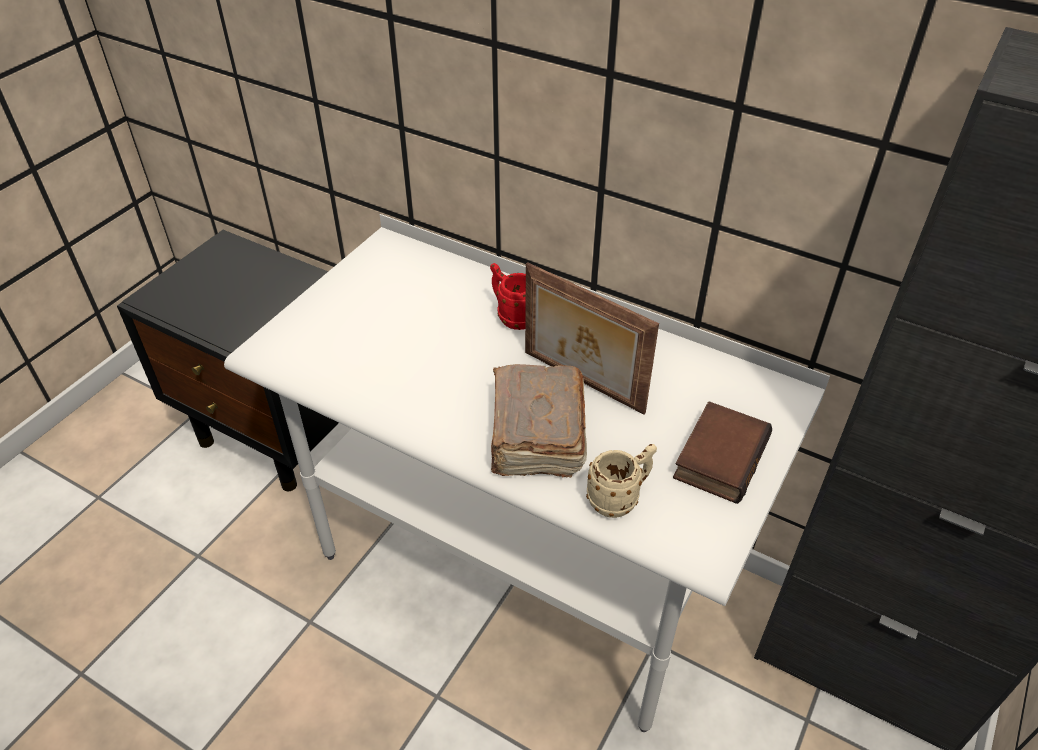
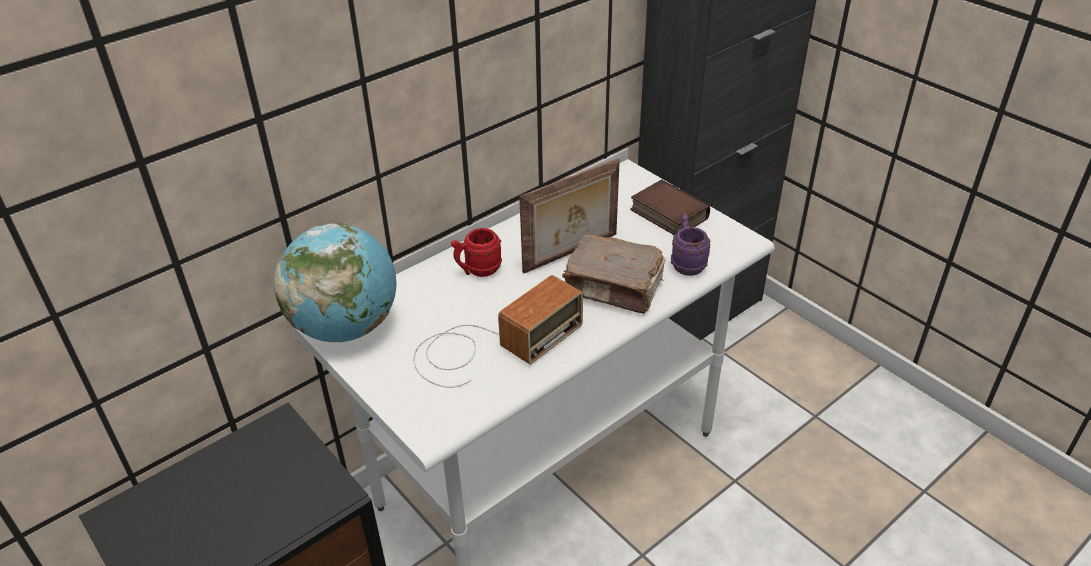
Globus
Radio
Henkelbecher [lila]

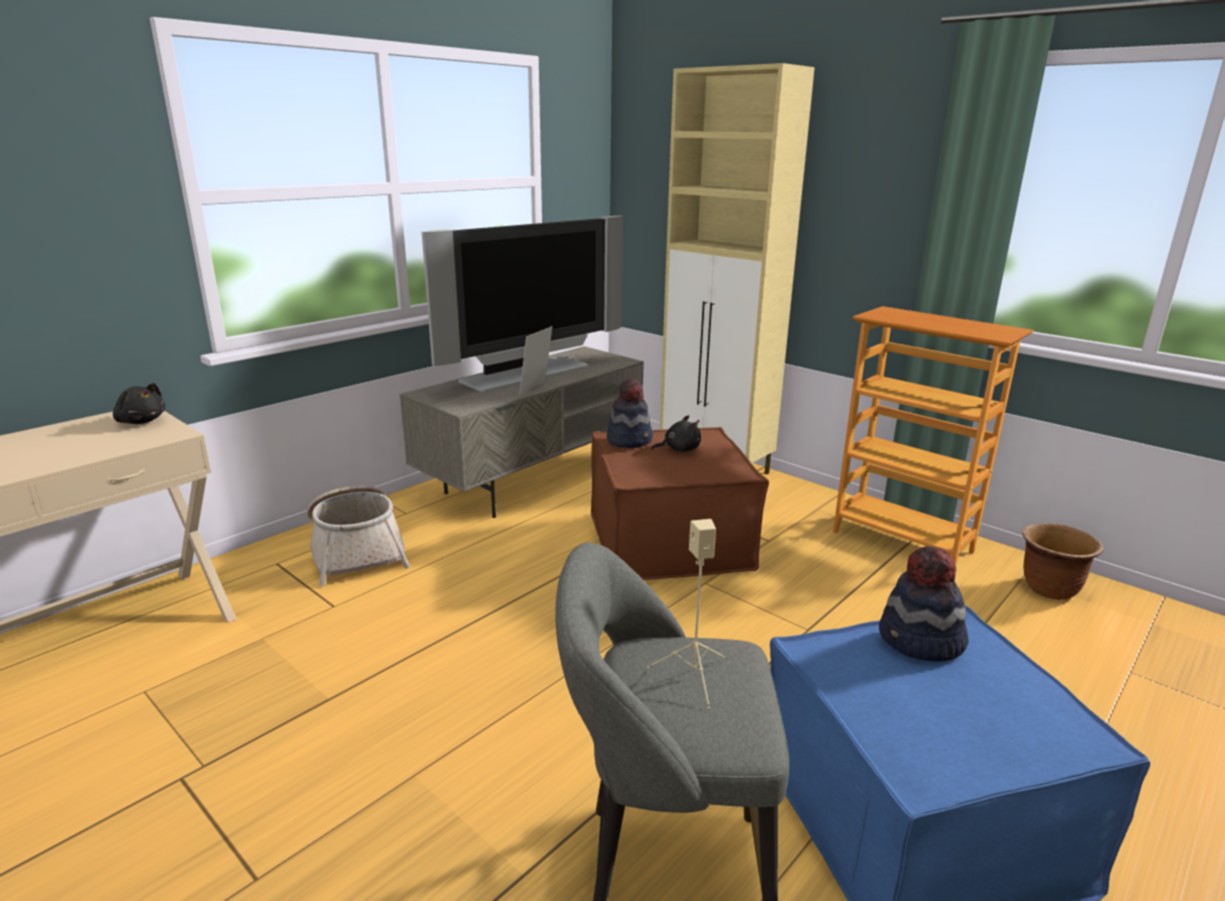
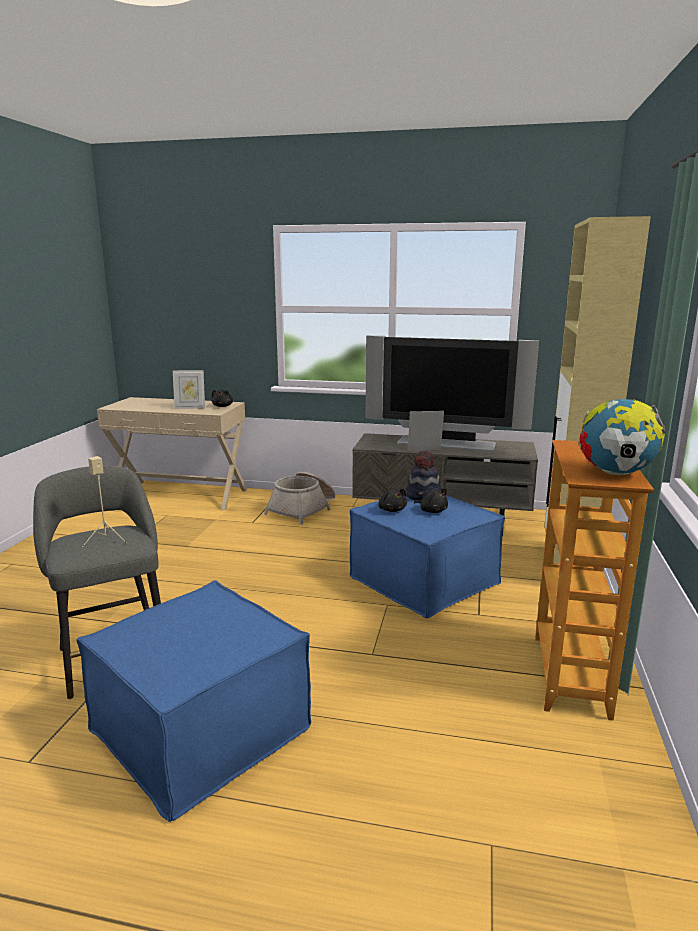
Bilderrahmen (1st from left)
Polsterhocker [blau] (2nd from left)
Plüschtier [schwarz] (2nd from left)
Globus
Hut (2nd from left in the first image)
Pflanzkübel [braun]

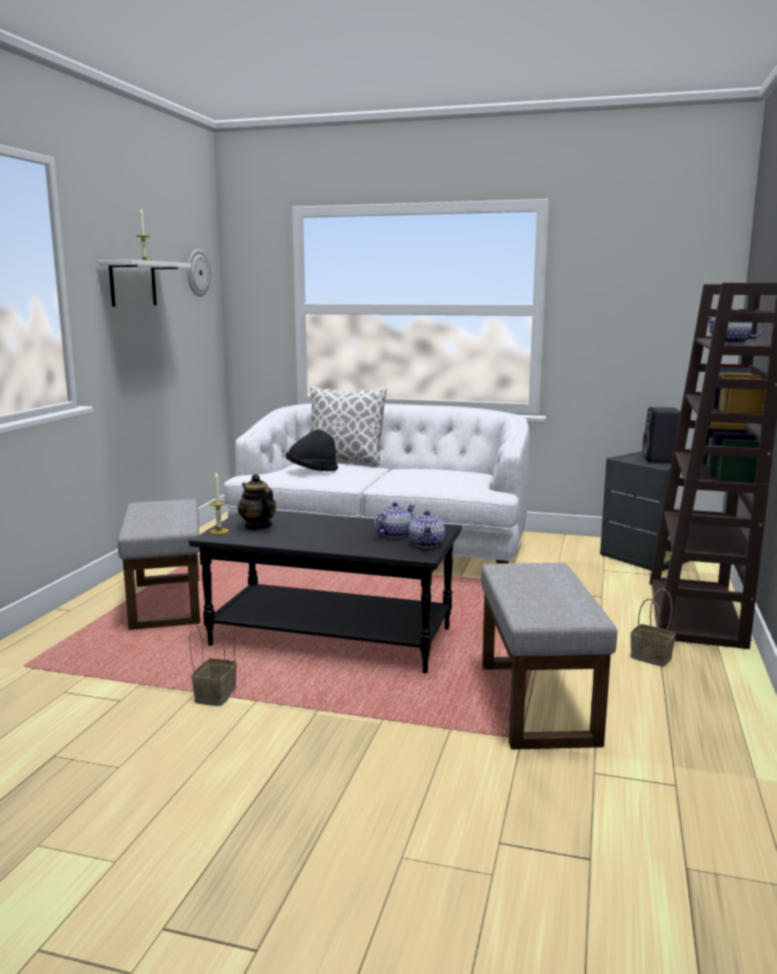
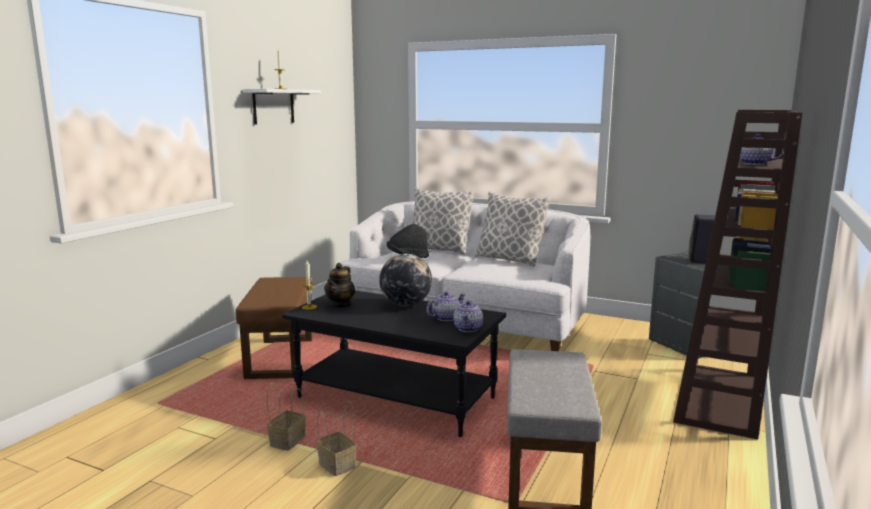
Polsterhocker [braun]
Korb (2nd from left)
Teekanne (1st from left)
Globus
Kissen (2nd from left)
Wanduhr

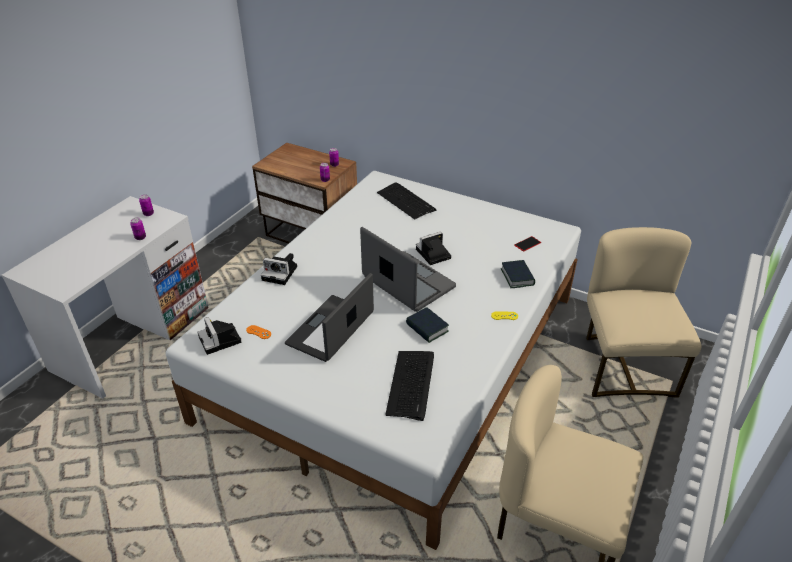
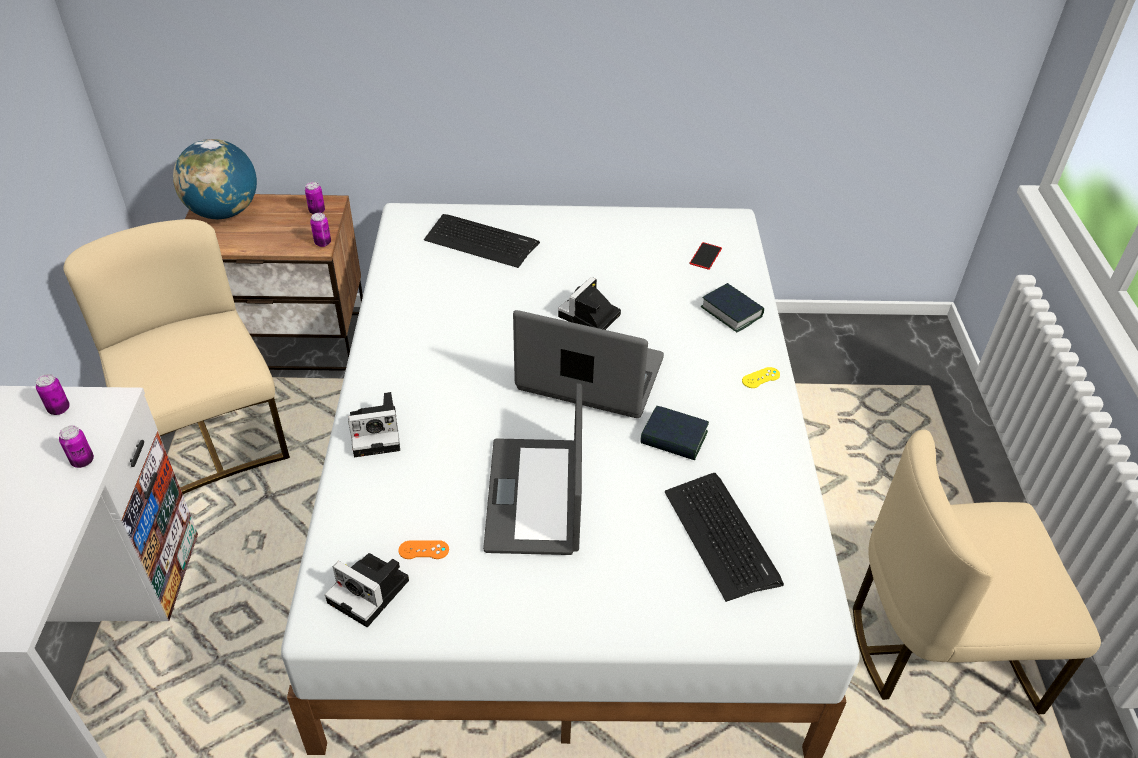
Stuhl [beige] (1st from left)
Globus

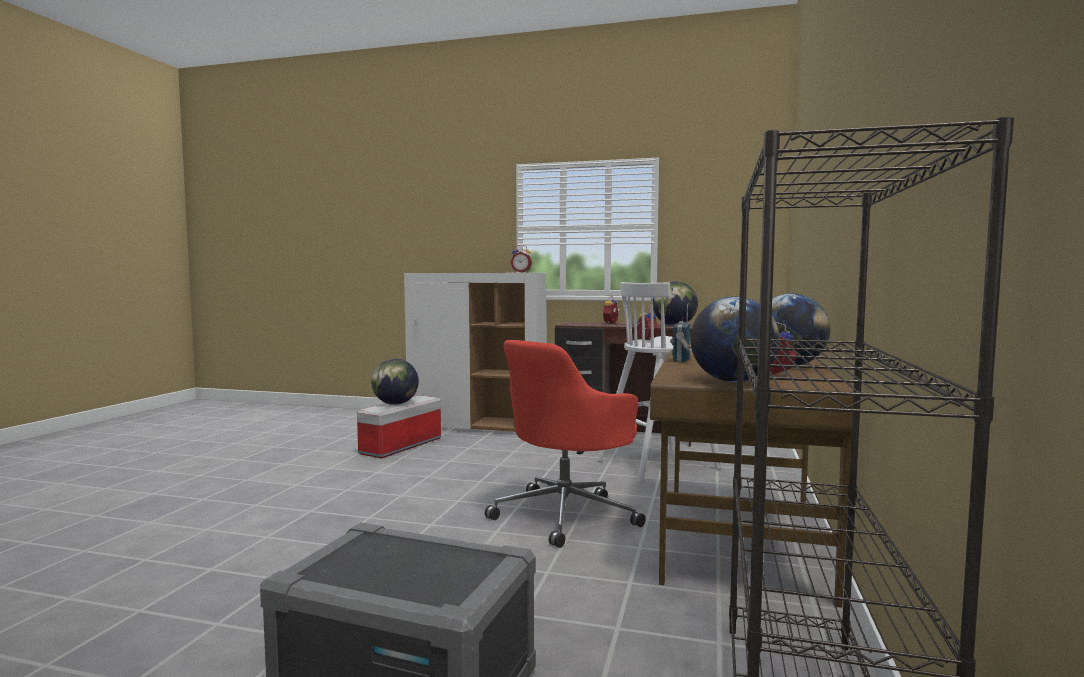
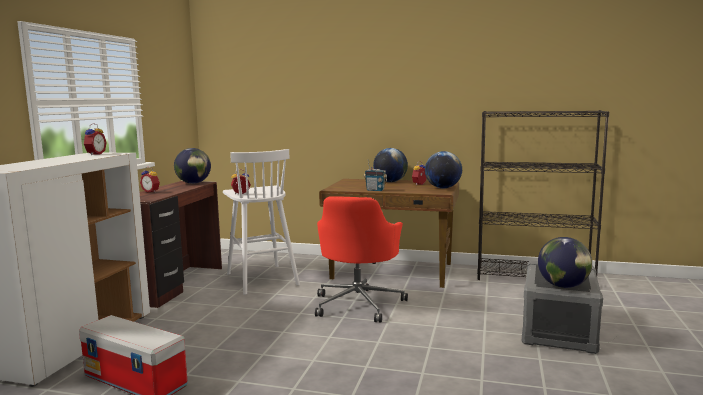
Bürostuhl [rot]
Globus (4th from left)

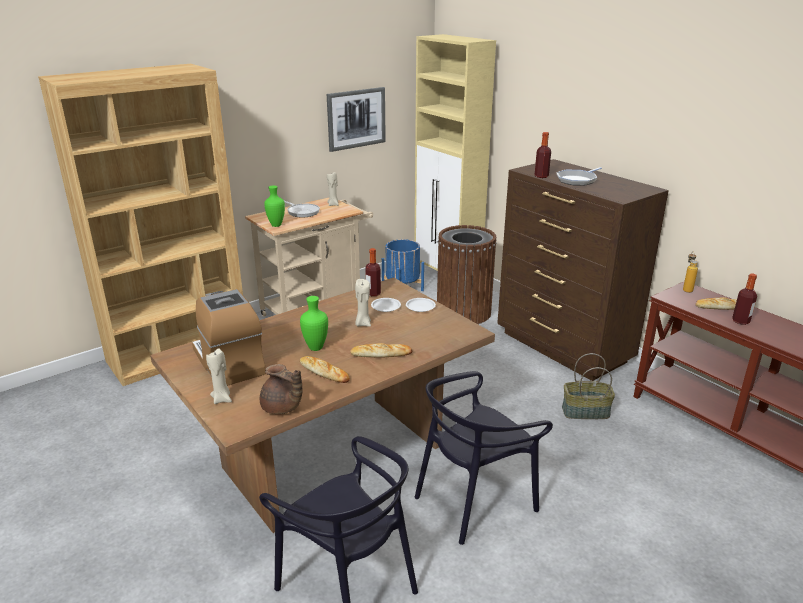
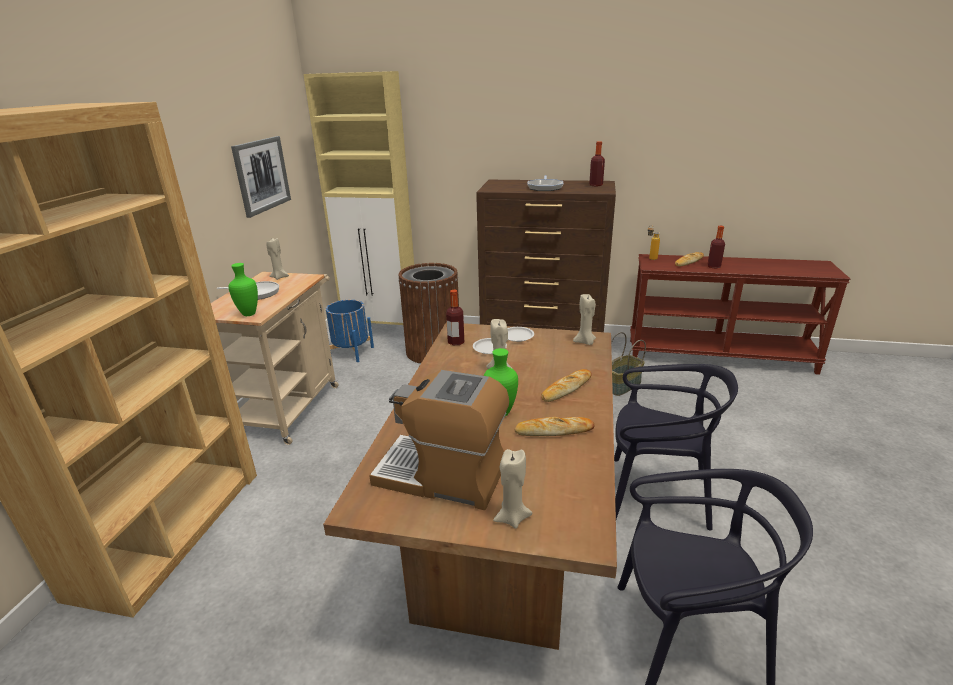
Kerze [beige] (4th from left)
Flasche (2nd from left)
Stuhl [schwarz] (1st from left)
Teekanne [braun]

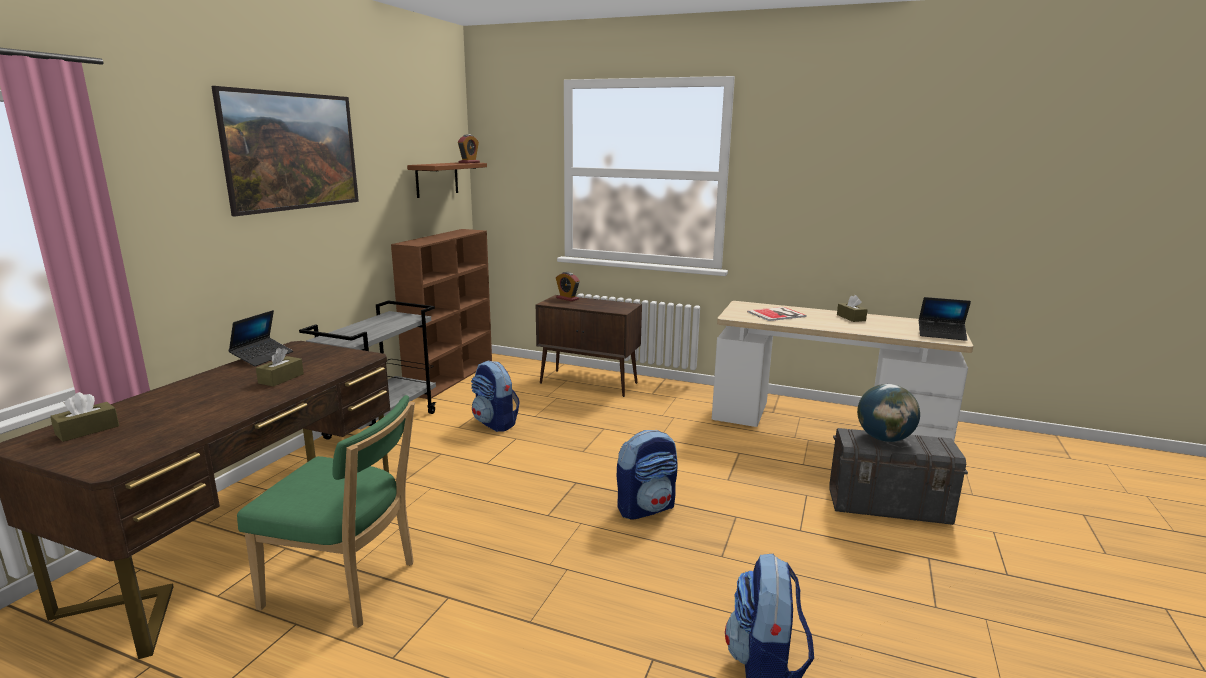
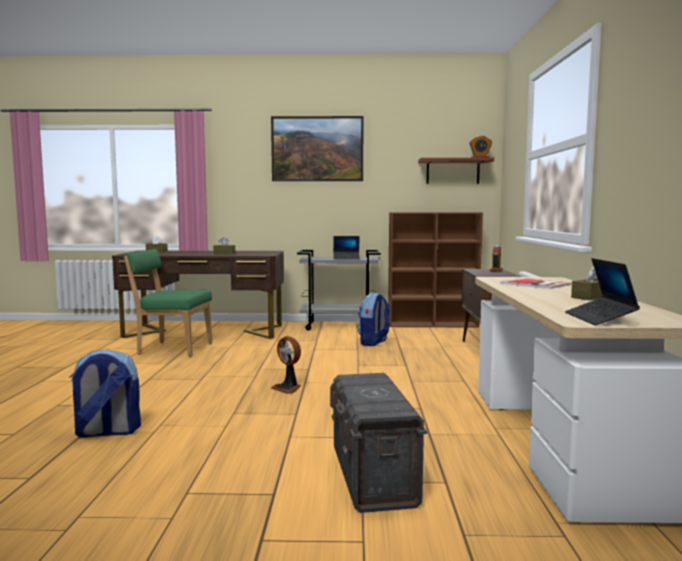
Stuhl [grün]
Ventilator
Laptop (1st from left)
Globus

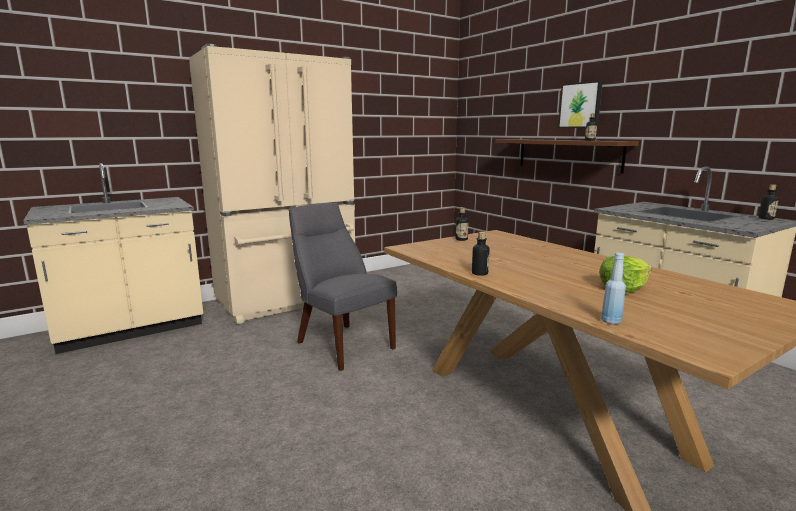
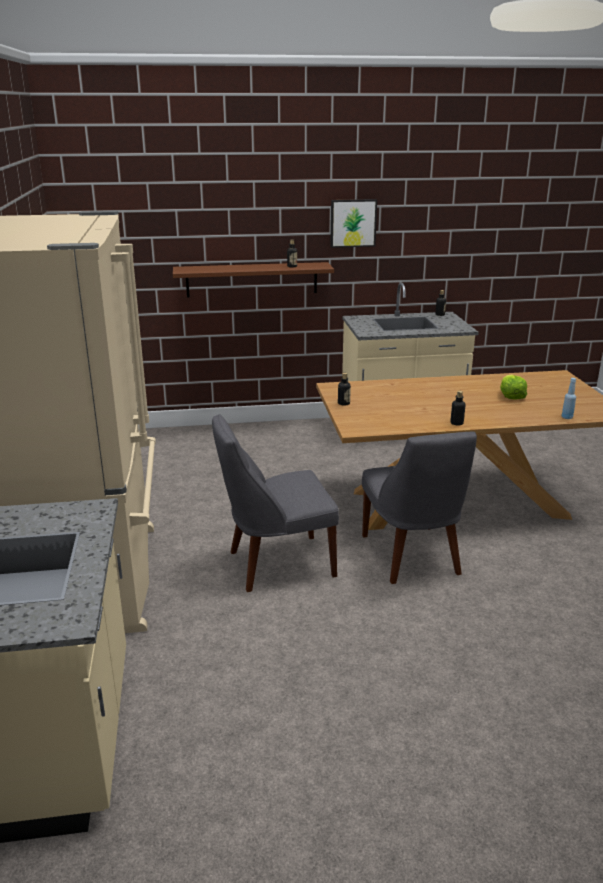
Bild
Stuhl [grau] (2nd from left)

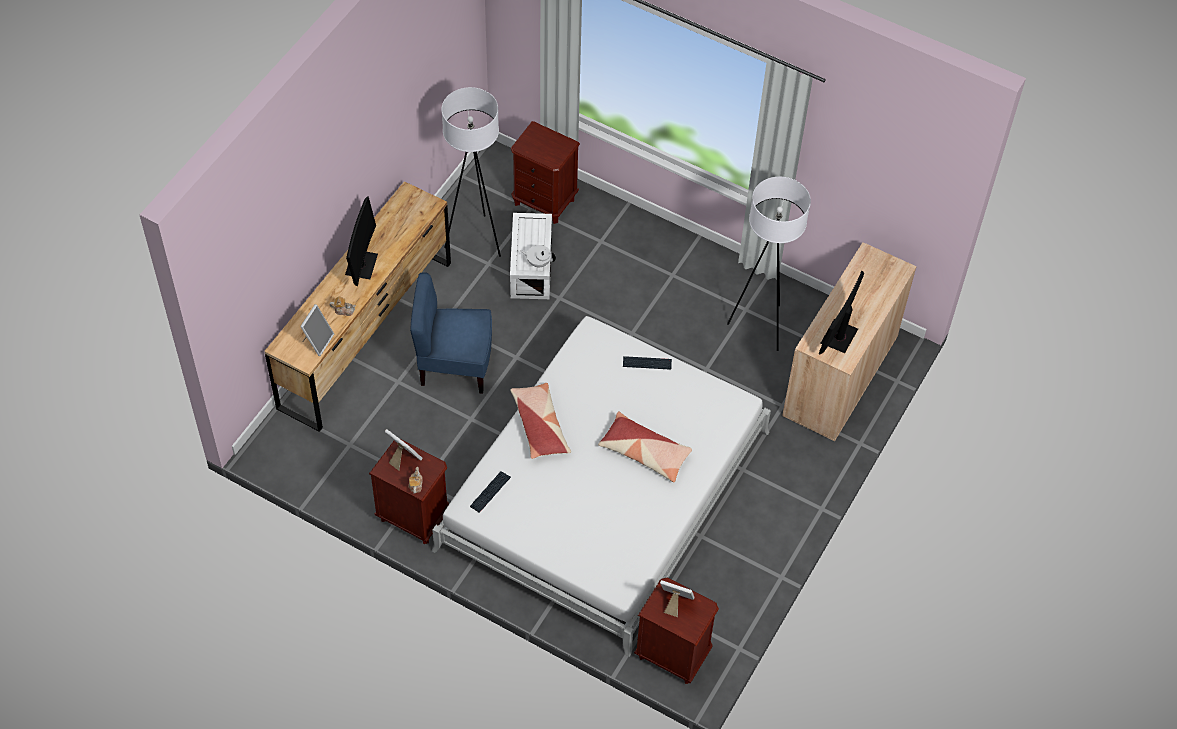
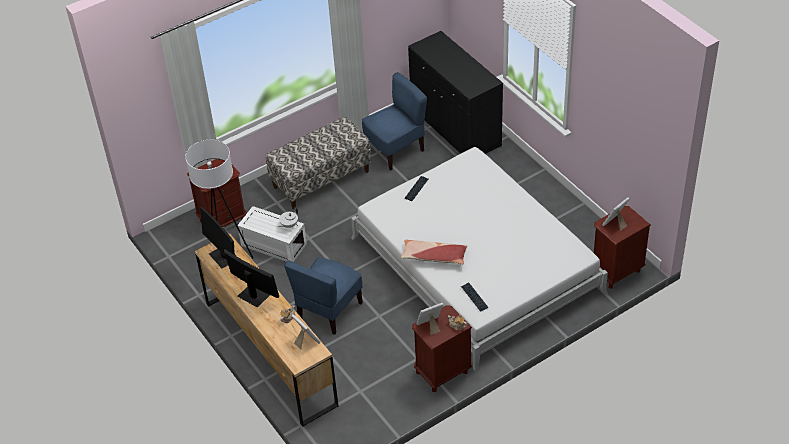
Monitor (1st from left)
Bank
Stuhl [blau] (2nd from left)
Schrank [schwarz]
Kissen (2nd from left in the first image)

